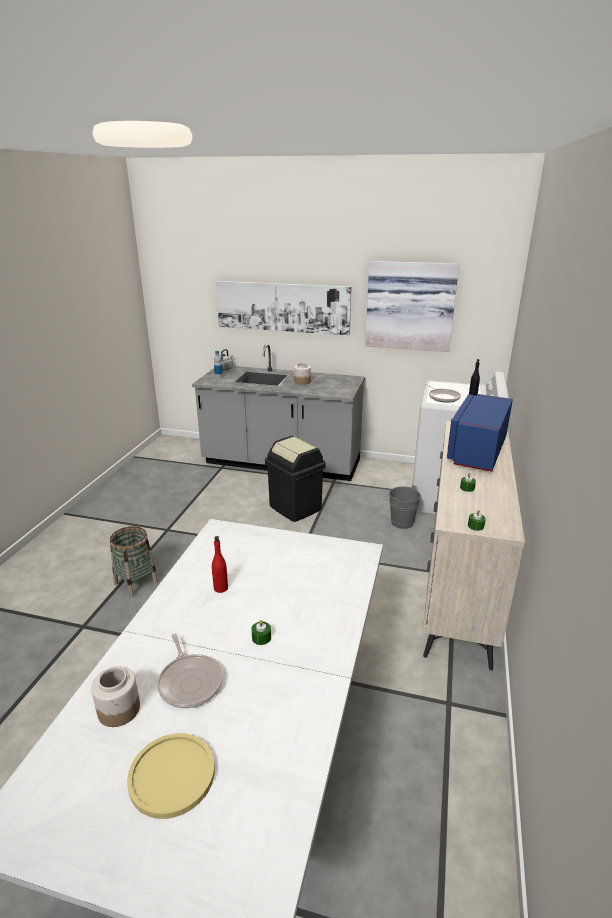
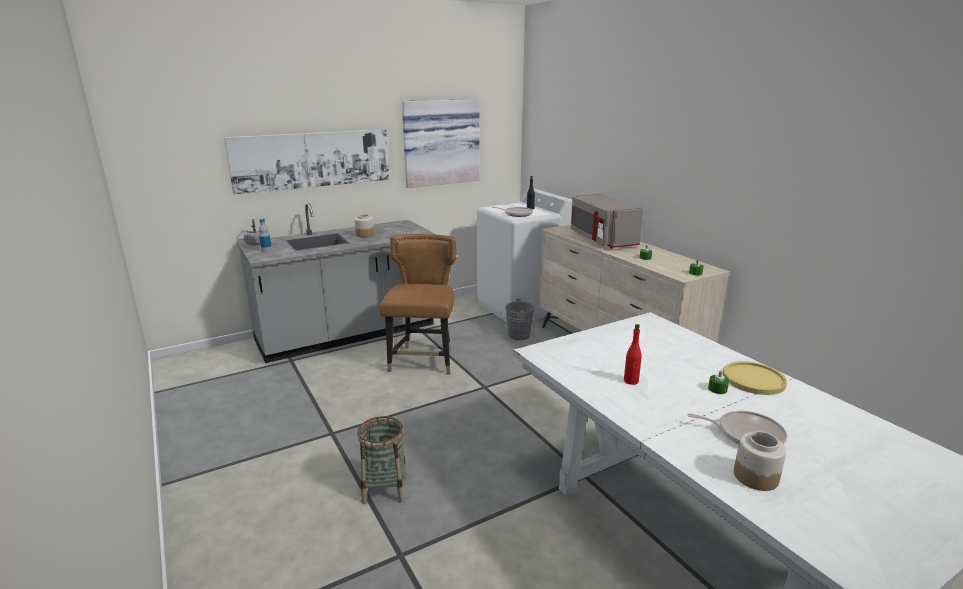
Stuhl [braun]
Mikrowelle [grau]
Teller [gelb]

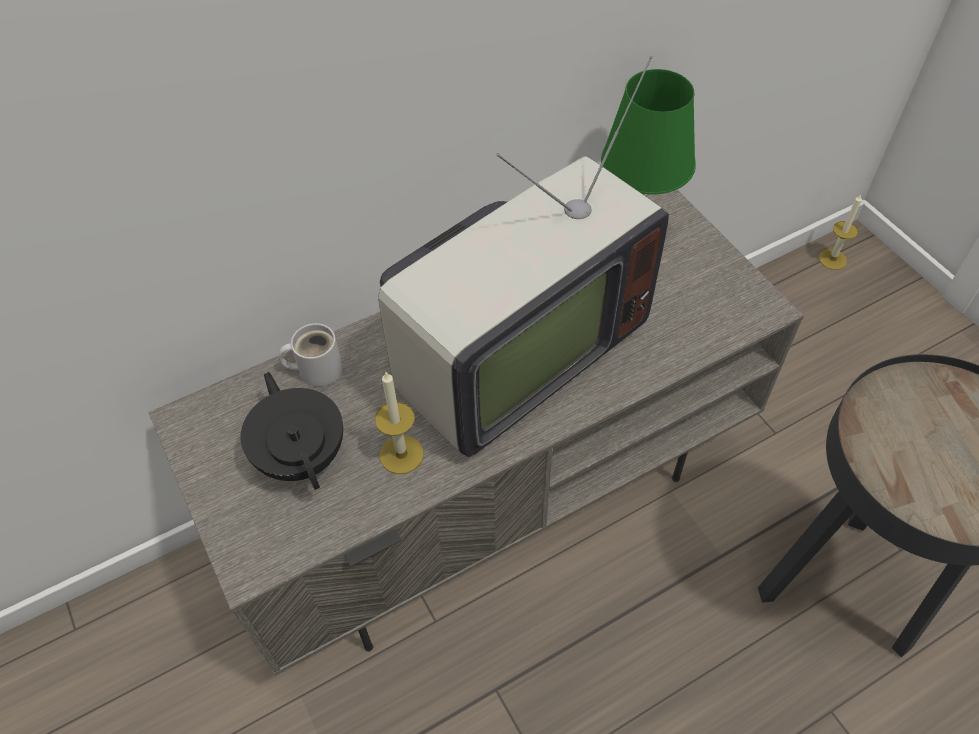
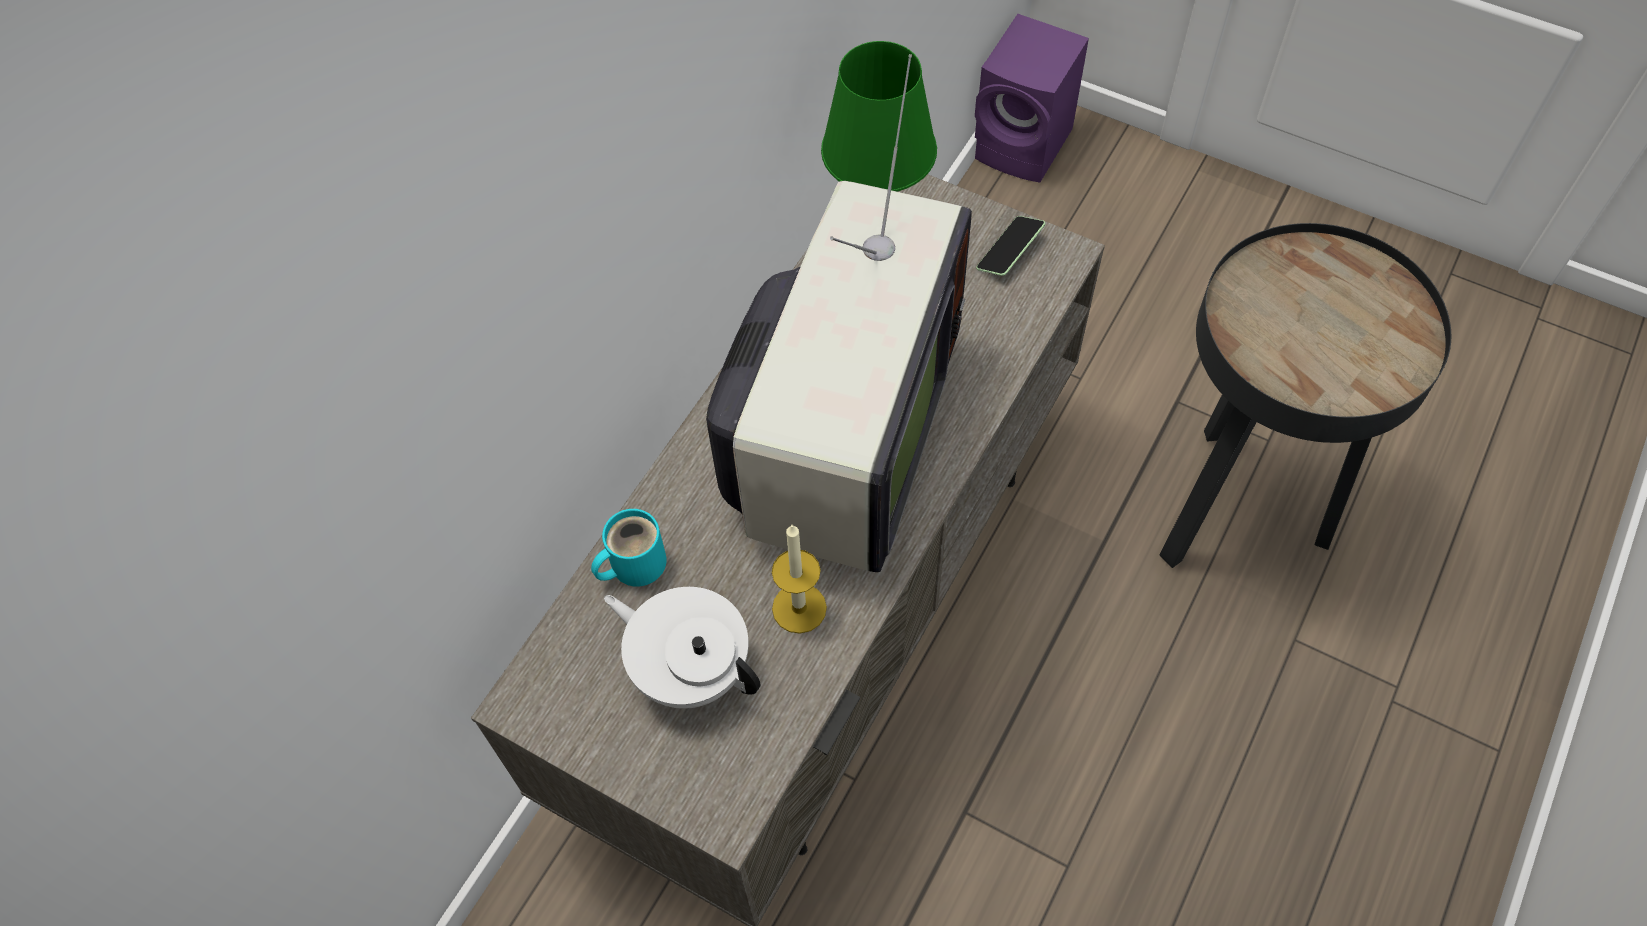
Henkelbecher [türkis]
Teekanne [weiß]
Lautsprecher [lila]
Handy

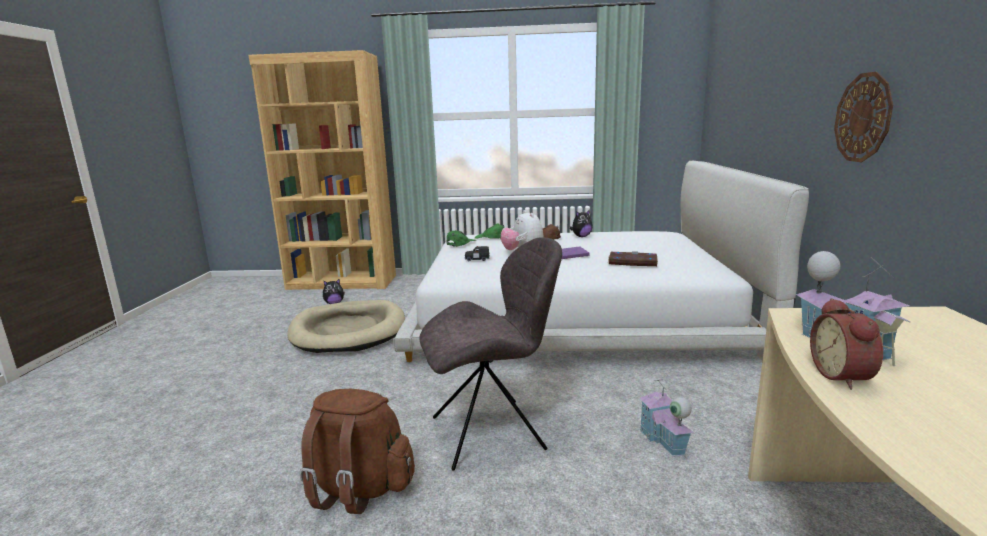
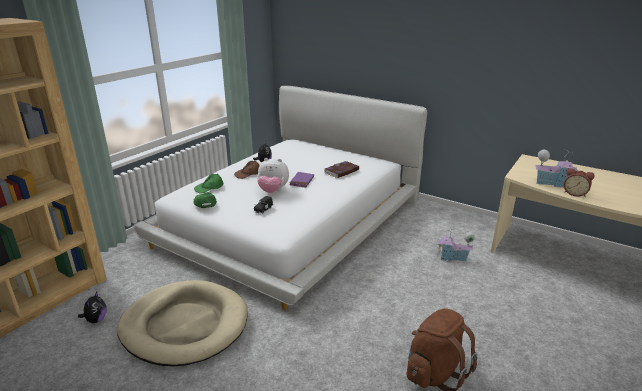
Stuhl [grau]
Wanduhr

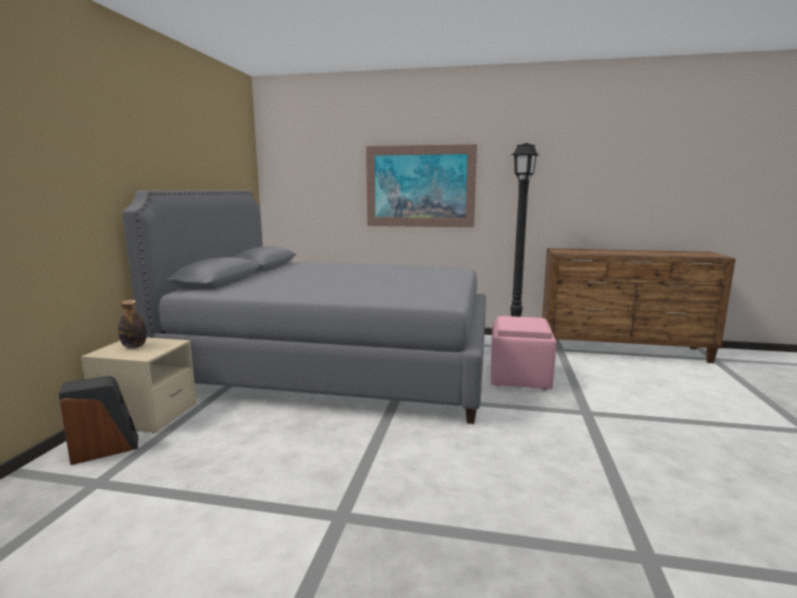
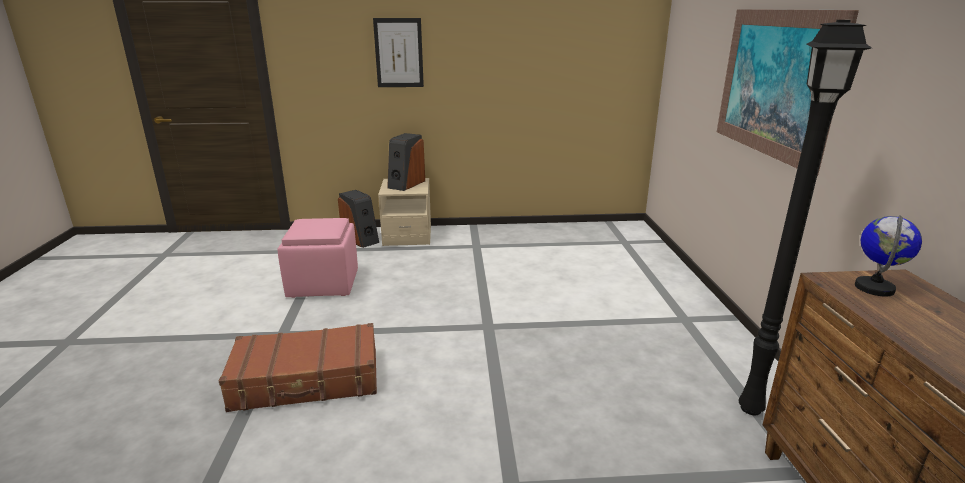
Koffer [braun]
Polsterhocker [rosa]
Bild (1st from left)
Lautsprecher (2nd from left)
Globus
Bett [grau]

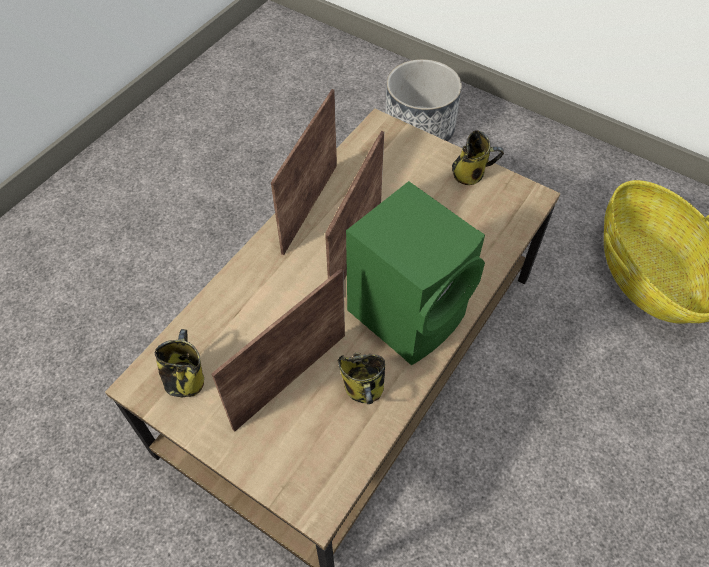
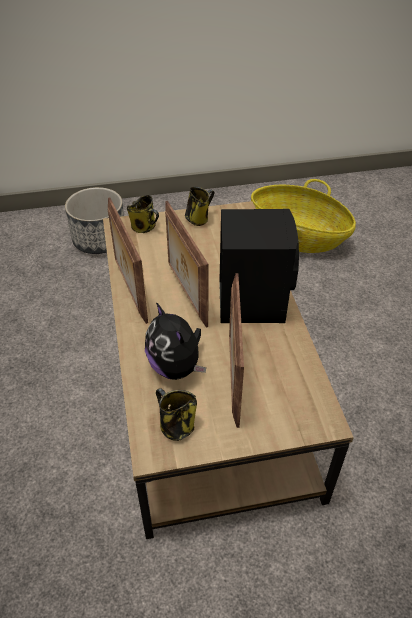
Henkelbecher (1st from left)
Plüschtier
Lautsprecher [schwarz]

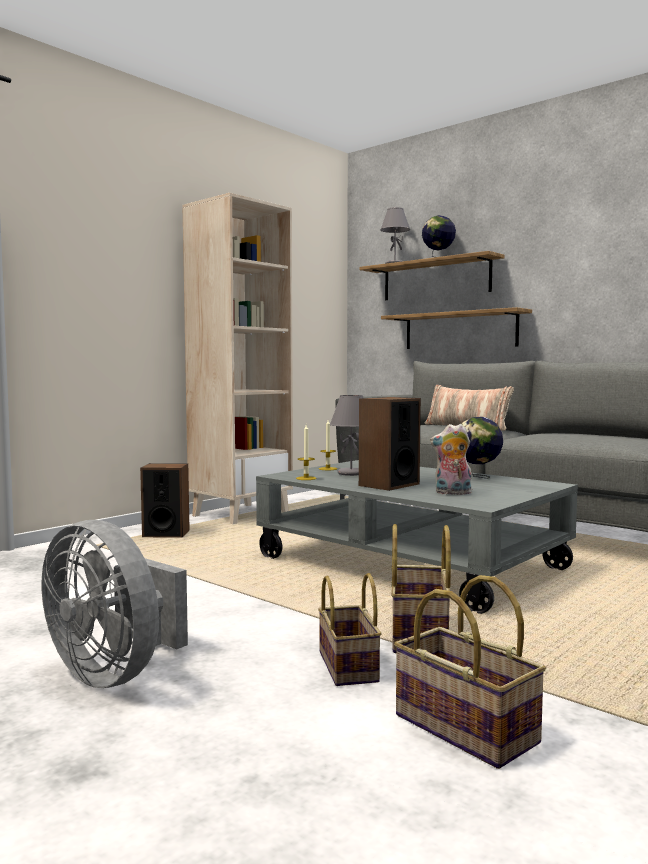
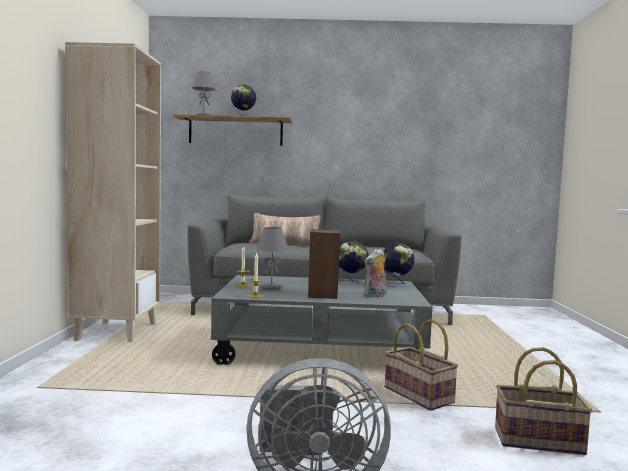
Globus (3rd from left)
Lautsprecher (1st from left in the first image)
Korb (1st from left in the first image)
Wandregal (2nd from left in the first image)

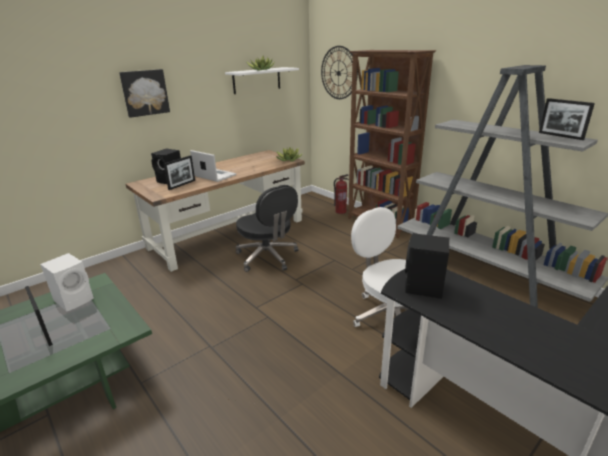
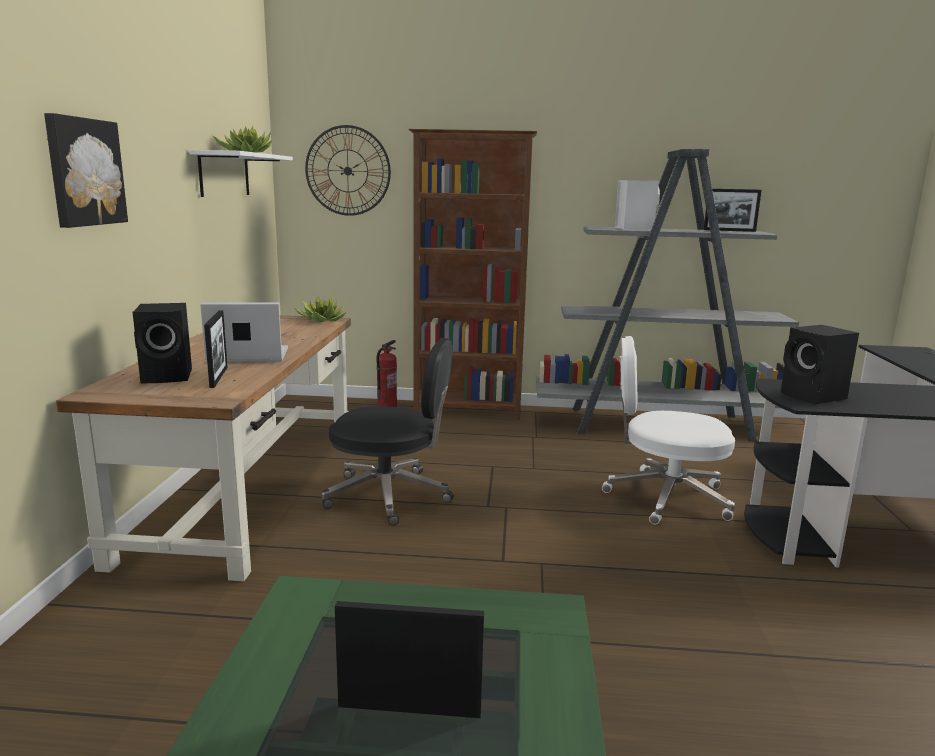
Lautsprecher [weiß]

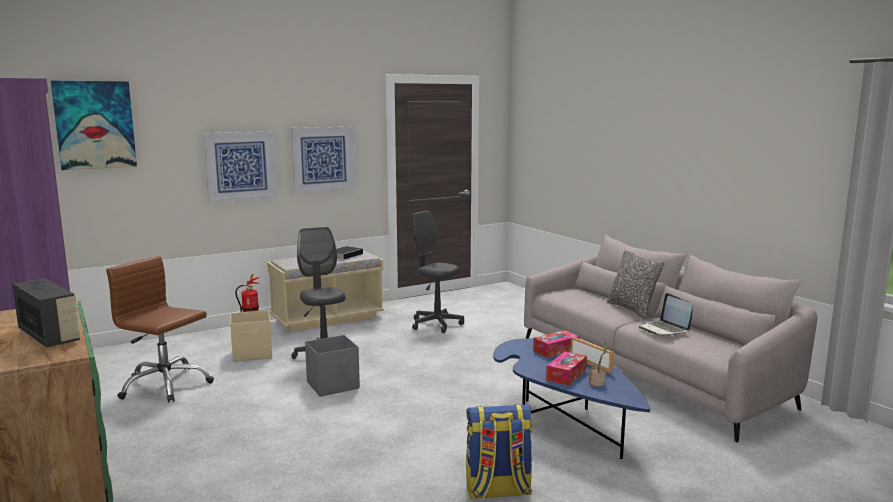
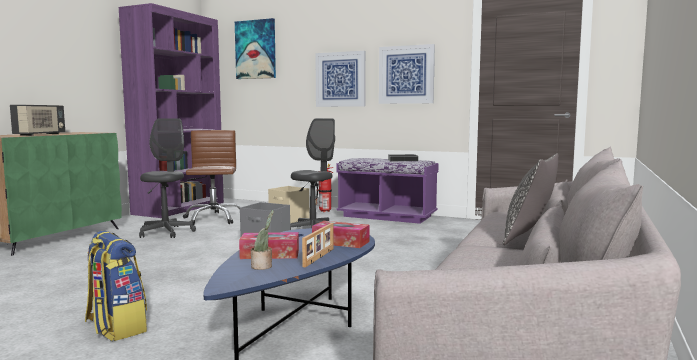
Bürostuhl [grau] (1st from left)
Bank [lila]
Laptop

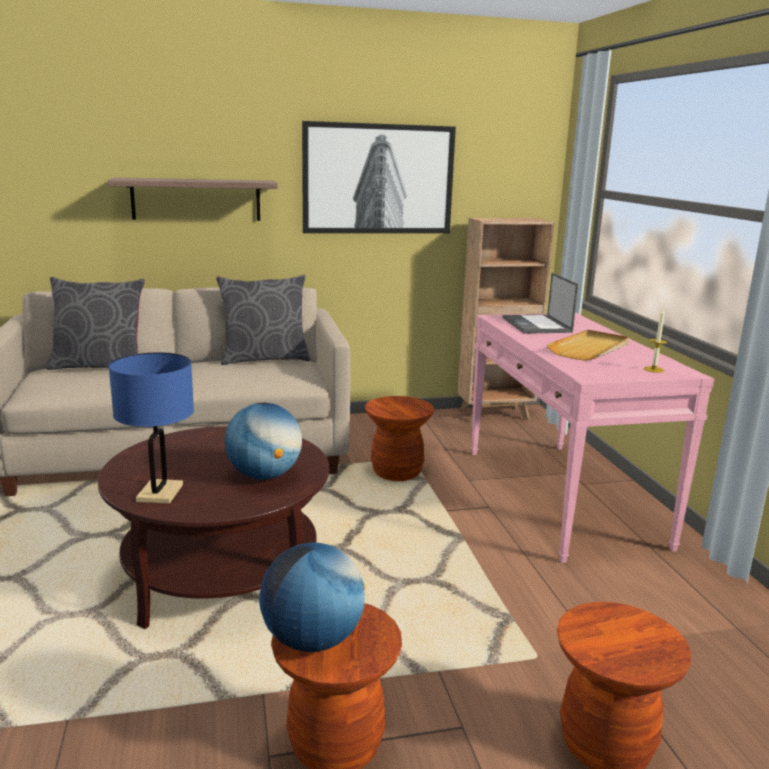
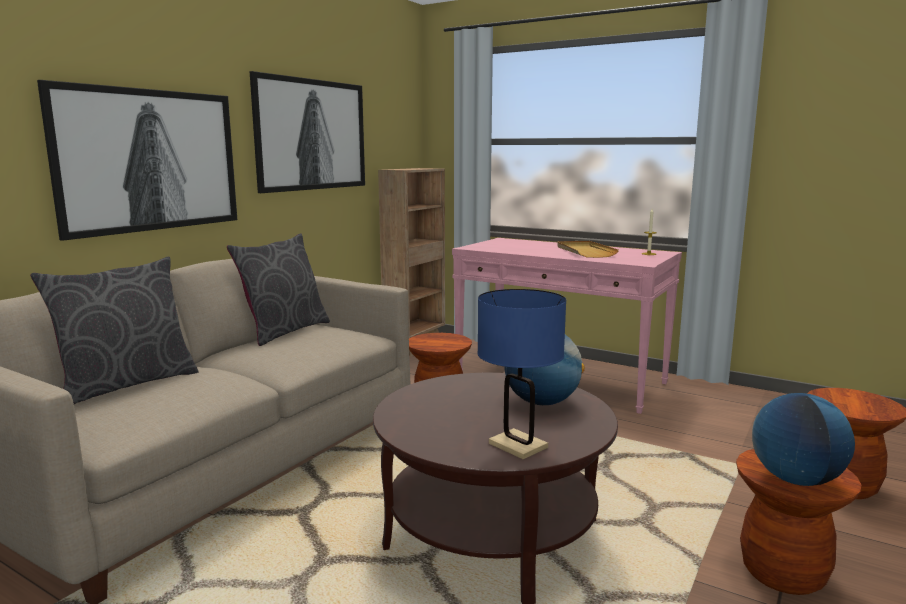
Bild (1st from left)
Laptop

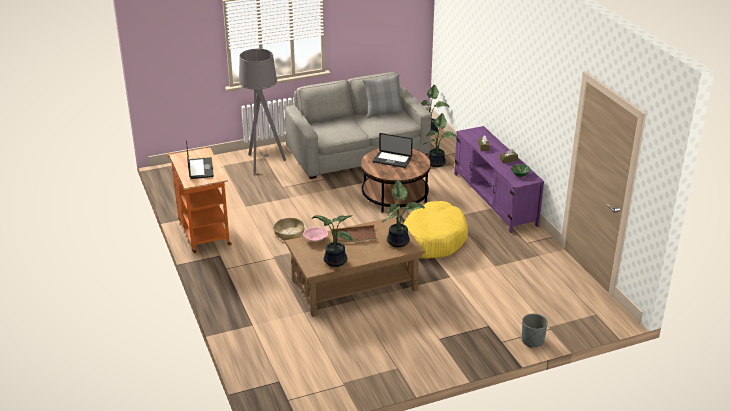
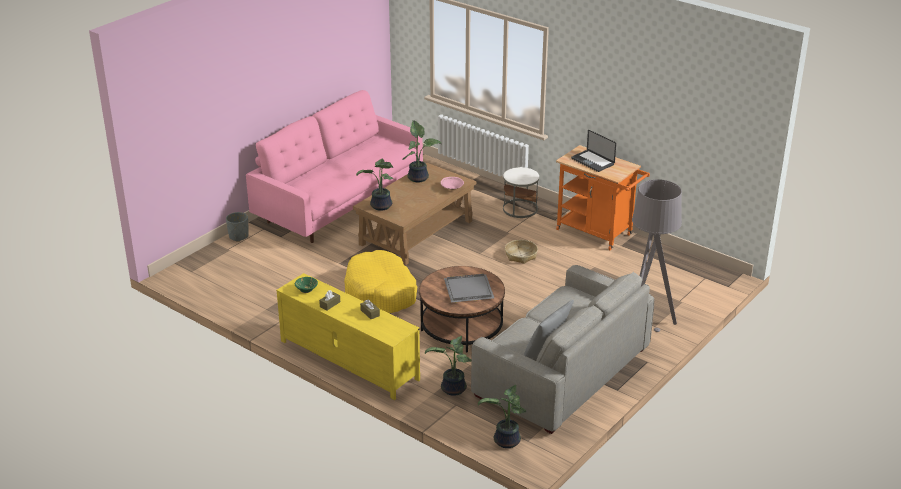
Sofa [rosa]
Fernsehschrank [gelb]
Tablett [grau]
Beistelltisch [weiß]
Tablett [braun]

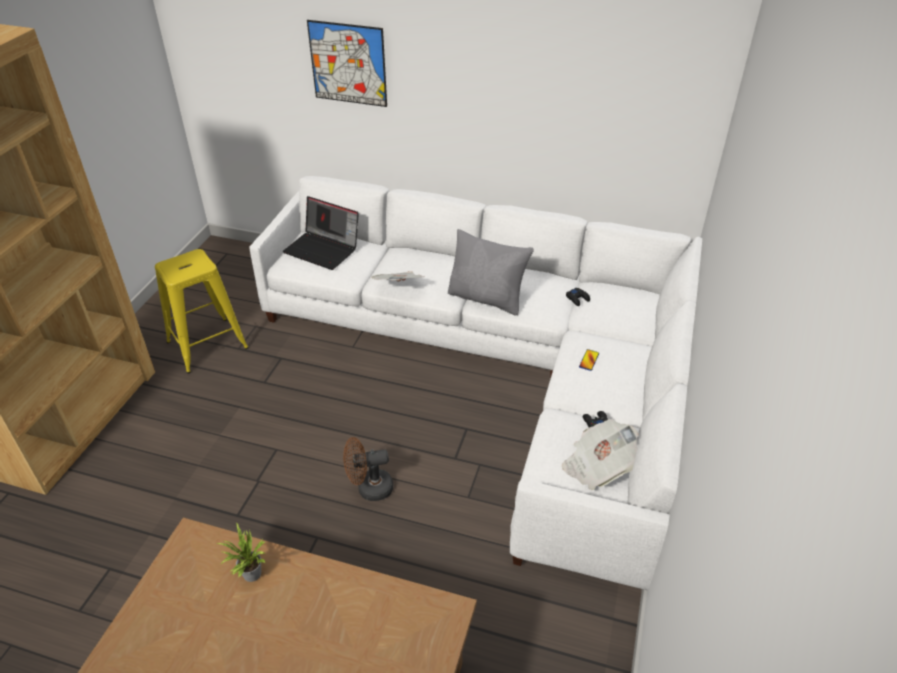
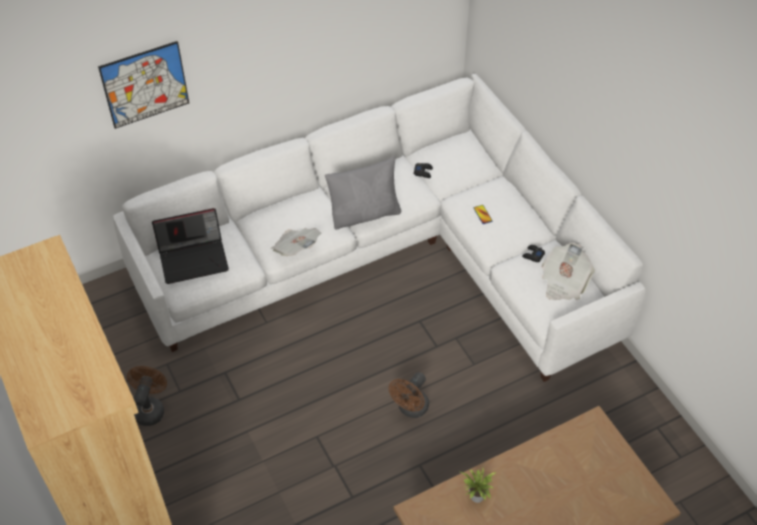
Ventilator [braun] (1st from left)

